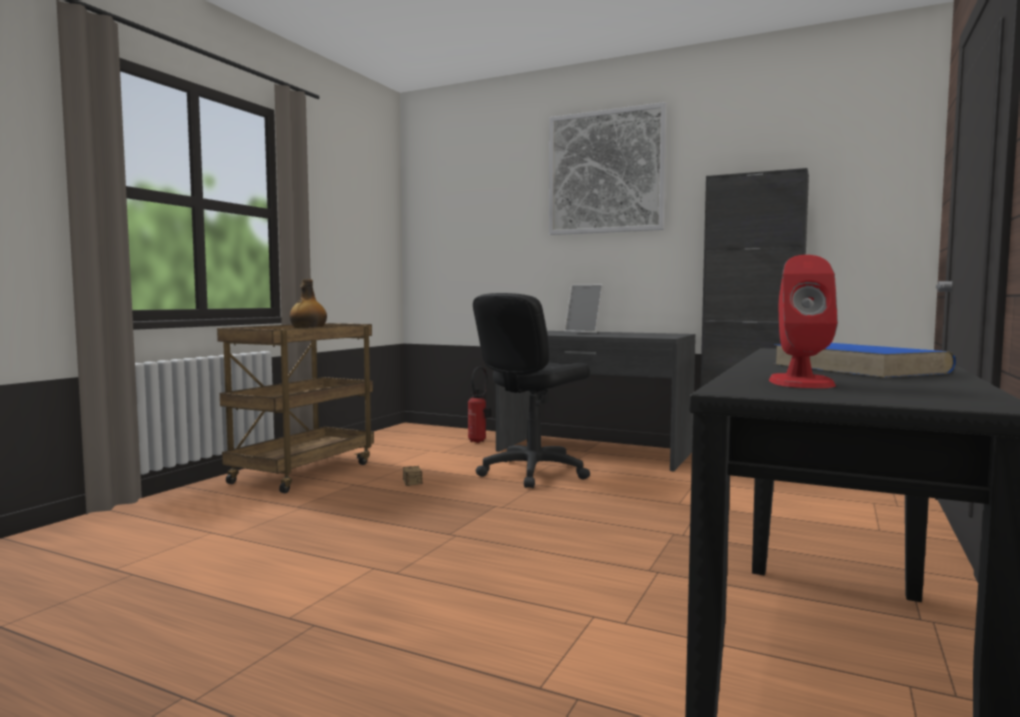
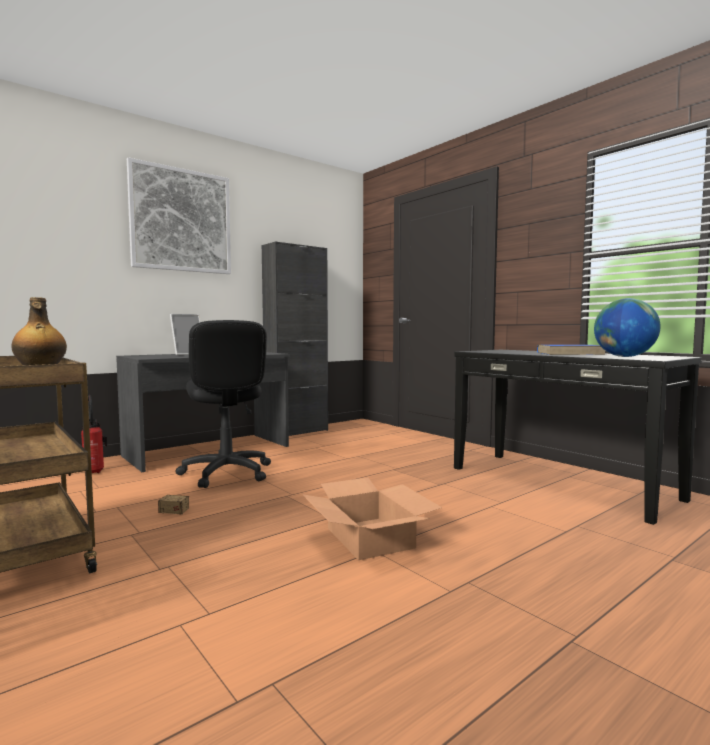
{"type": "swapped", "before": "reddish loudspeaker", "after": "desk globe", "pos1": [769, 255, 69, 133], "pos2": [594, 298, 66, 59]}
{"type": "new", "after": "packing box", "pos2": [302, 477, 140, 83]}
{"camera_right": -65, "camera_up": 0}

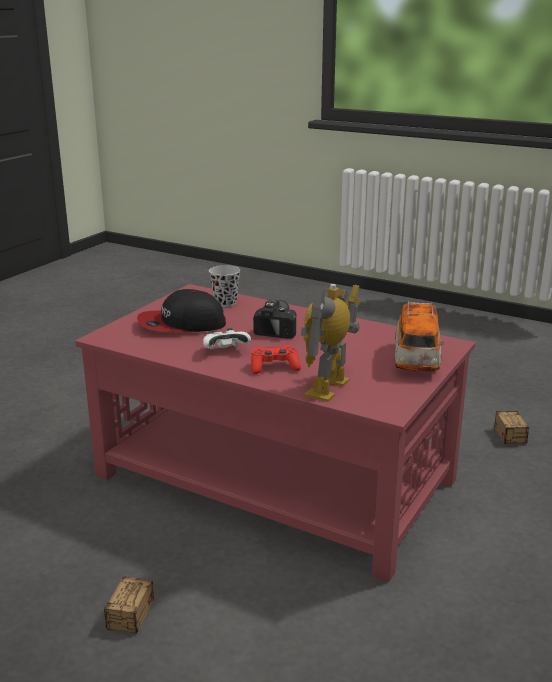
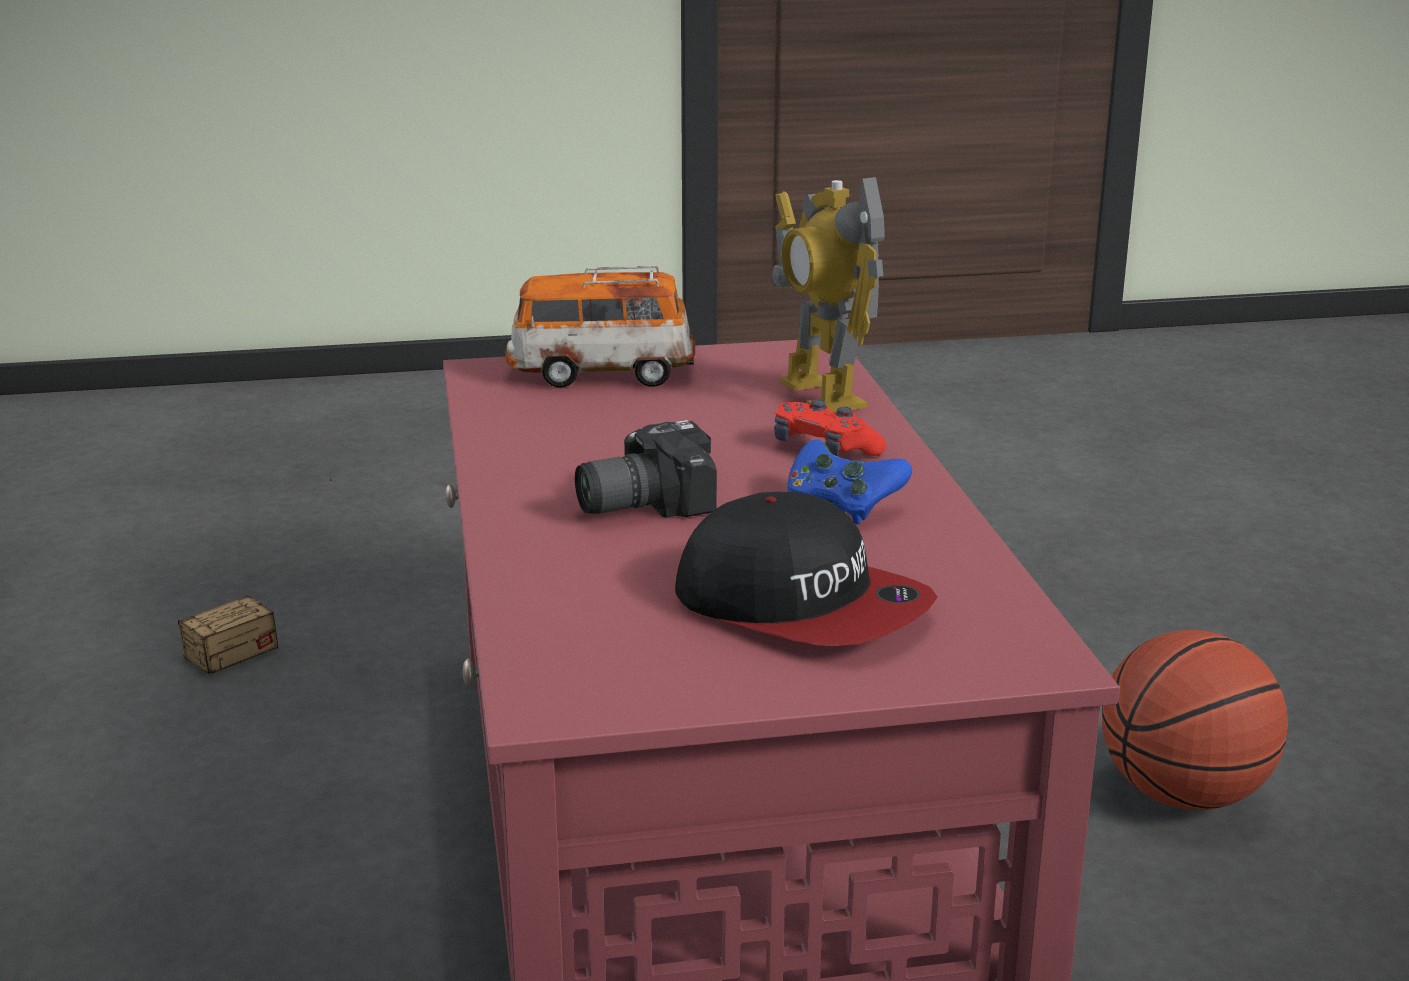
{"type": "swapped", "before": "storage box", "after": "basketball", "pos1": [104, 491, 50, 142], "pos2": [1102, 630, 186, 180]}
{"type": "repainted", "before": "white-coloured joypad", "after": "bluish joypad", "pos1": [203, 328, 48, 21], "pos2": [787, 440, 125, 84]}
{"type": "gone", "before": "blackish cup", "pos1": [209, 265, 32, 42]}
{"type": "rotated", "before": "robot figure", "pos1": [301, 284, 60, 118], "pos2": [772, 177, 113, 236], "turn": 75}
{"type": "rotated", "before": "toy car", "pos1": [395, 301, 49, 71], "pos2": [505, 265, 190, 122], "turn": -150}
{"camera_right": -130, "camera_up": 0}

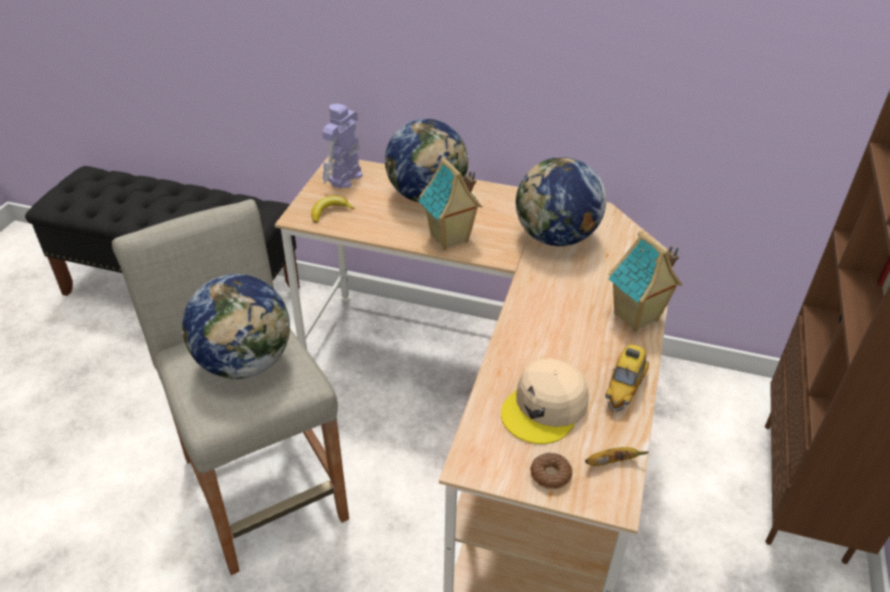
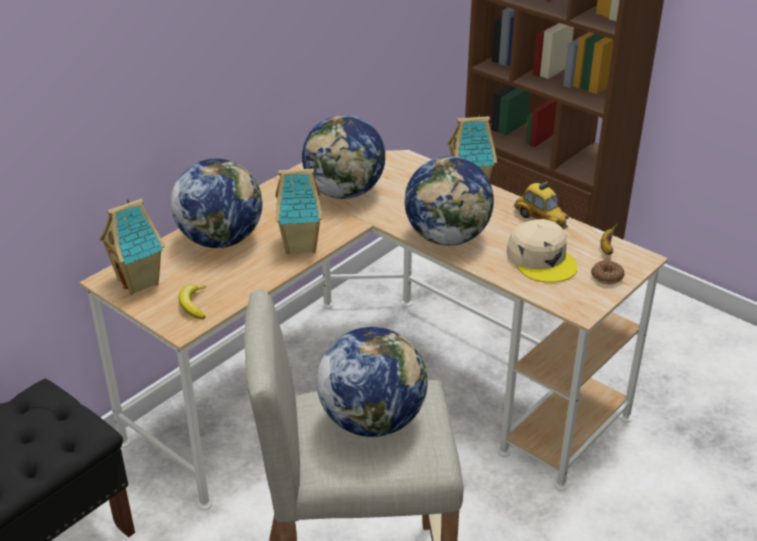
{"type": "swapped", "before": "robot figure", "after": "model house", "pos1": [322, 104, 41, 85], "pos2": [99, 199, 66, 96]}
{"type": "new", "after": "desk globe", "pos2": [405, 156, 89, 90]}
{"camera_right": -65, "camera_up": -5}

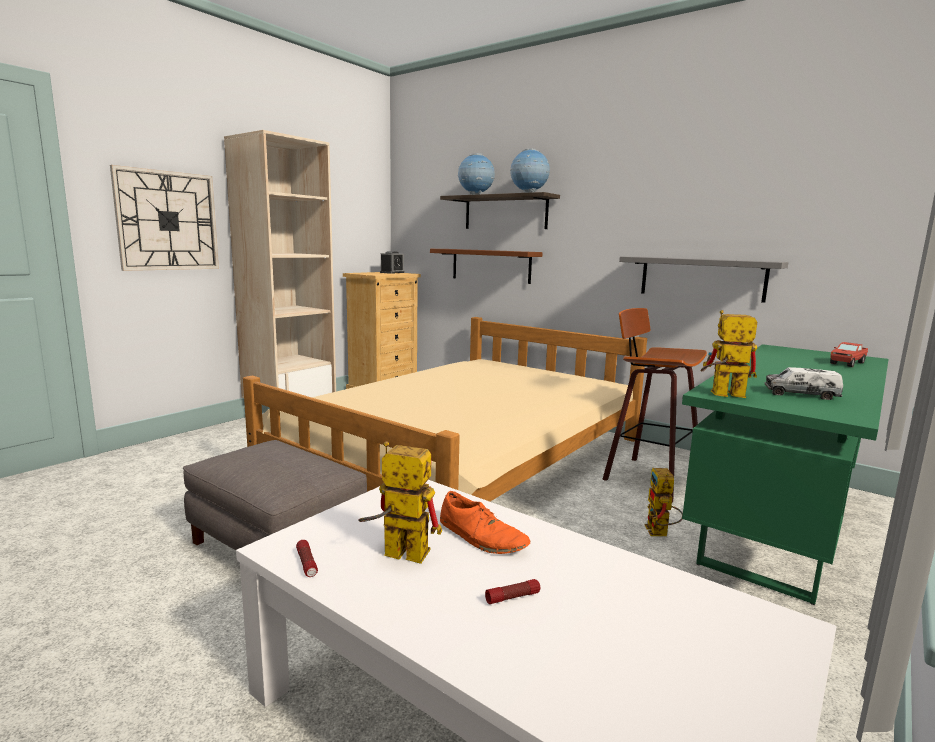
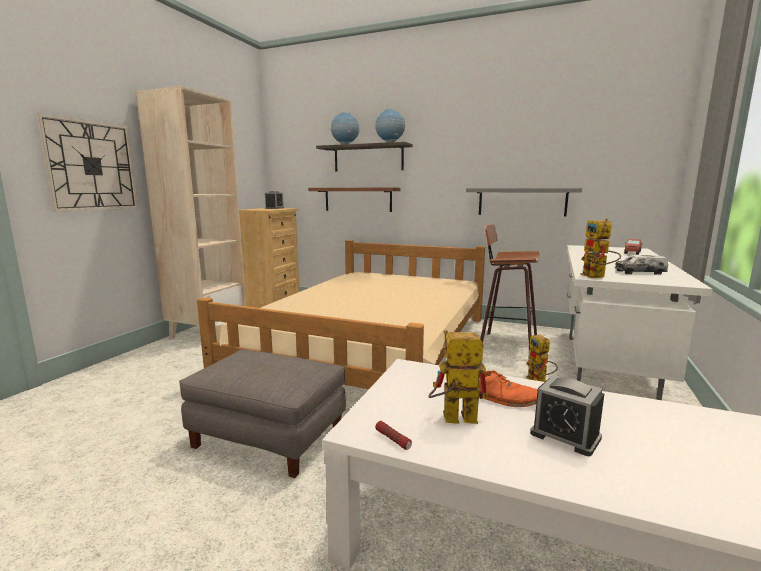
{"type": "swapped", "before": "flashlight", "after": "bedside clock", "pos1": [485, 579, 55, 25], "pos2": [530, 375, 74, 81]}
{"type": "repainted", "before": "green-coloured desk unit", "after": "white-coloured desk unit", "pos1": [682, 344, 207, 261], "pos2": [567, 245, 146, 155]}
{"type": "rotated", "before": "robot figure", "pos1": [700, 310, 57, 88], "pos2": [580, 218, 41, 60], "turn": -90}
{"camera_right": -15, "camera_up": 0}

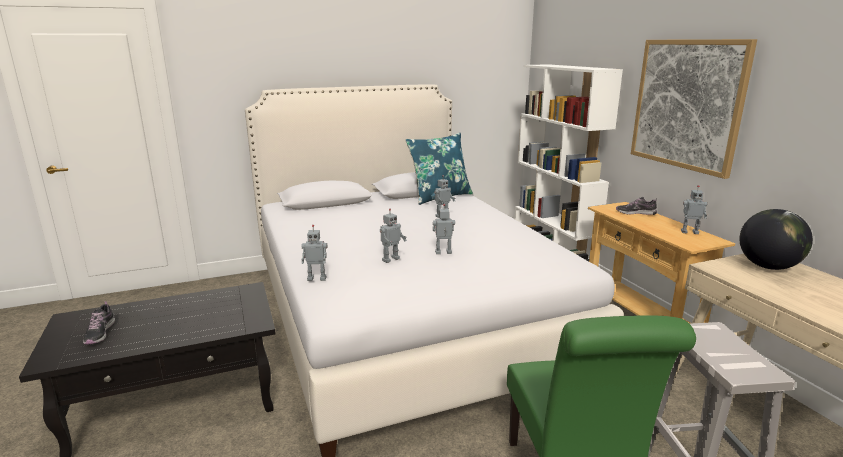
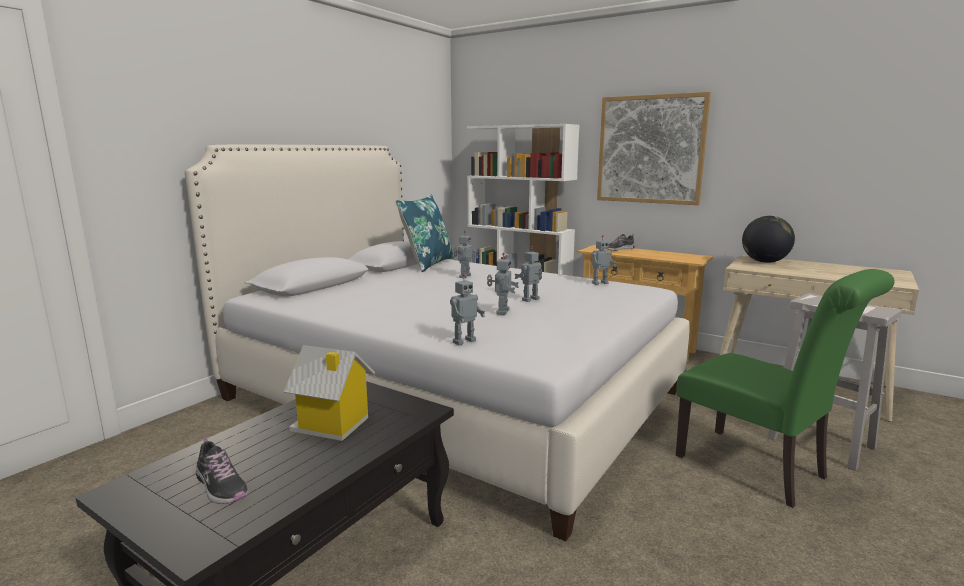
{"type": "shifted", "before": "robot figure", "pos1": [681, 185, 26, 49], "pos2": [591, 235, 25, 50]}
{"type": "new", "after": "model house", "pos2": [284, 345, 91, 96]}
{"camera_right": -35, "camera_up": -5}

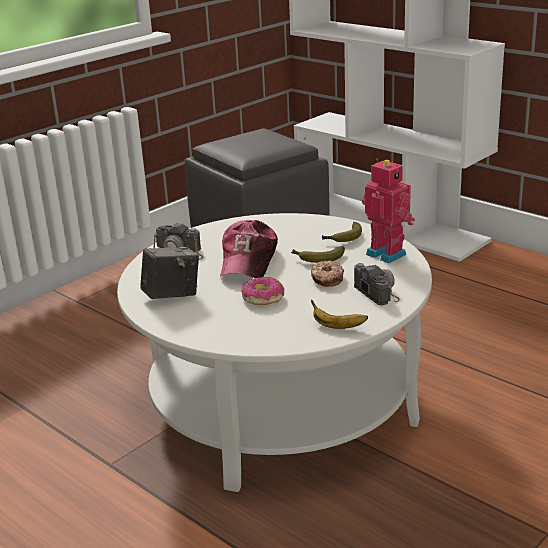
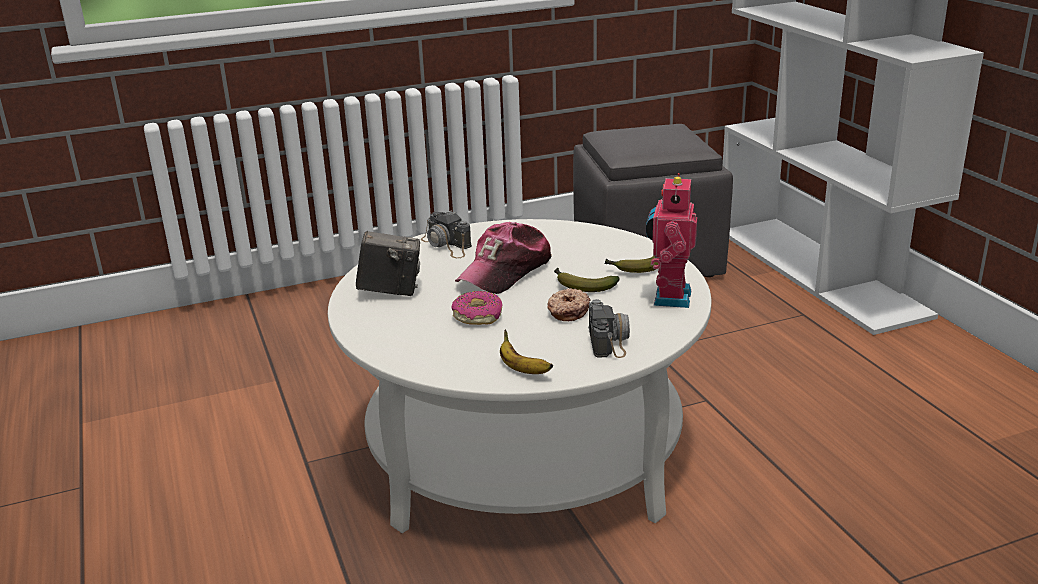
{"type": "rotated", "before": "robot figure", "pos1": [362, 159, 53, 104], "pos2": [646, 173, 51, 135], "turn": -150}
{"camera_right": 25, "camera_up": 0}

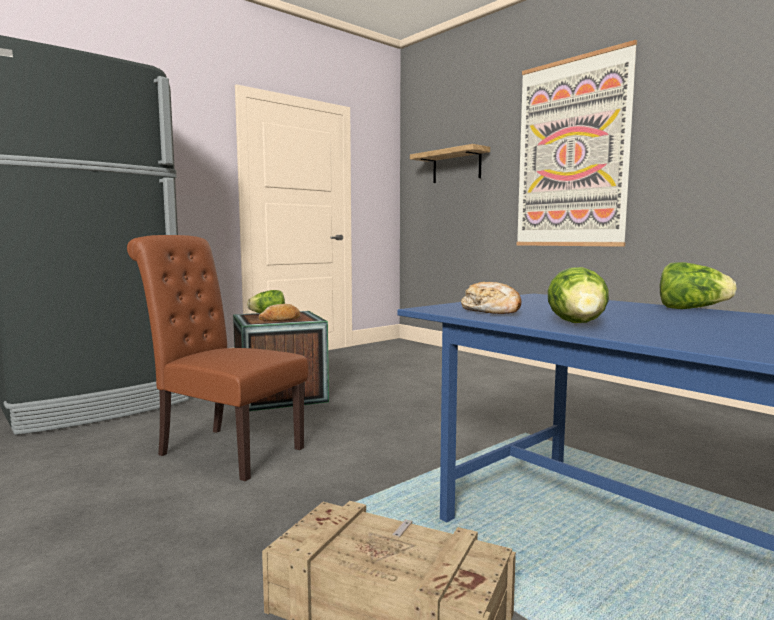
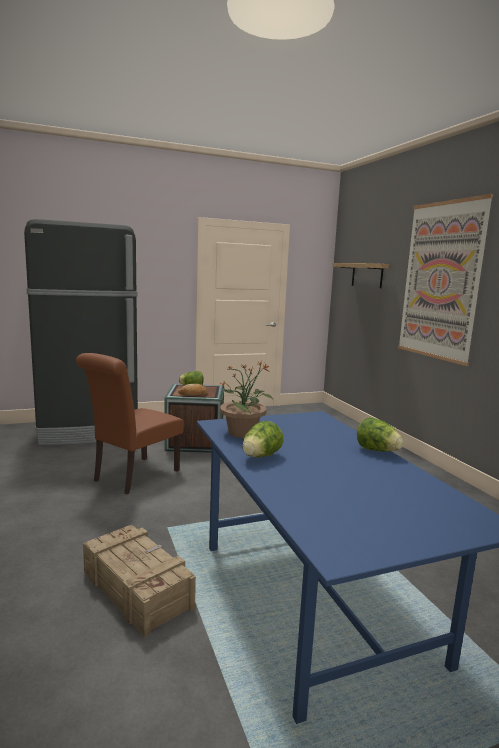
{"type": "rotated", "before": "brownish chair", "pos1": [127, 235, 181, 246], "pos2": [76, 353, 108, 141], "turn": -105}
{"type": "swapped", "before": "baked bread", "after": "houseplant", "pos1": [461, 282, 60, 32], "pos2": [220, 361, 53, 77]}
{"camera_right": 20, "camera_up": 5}

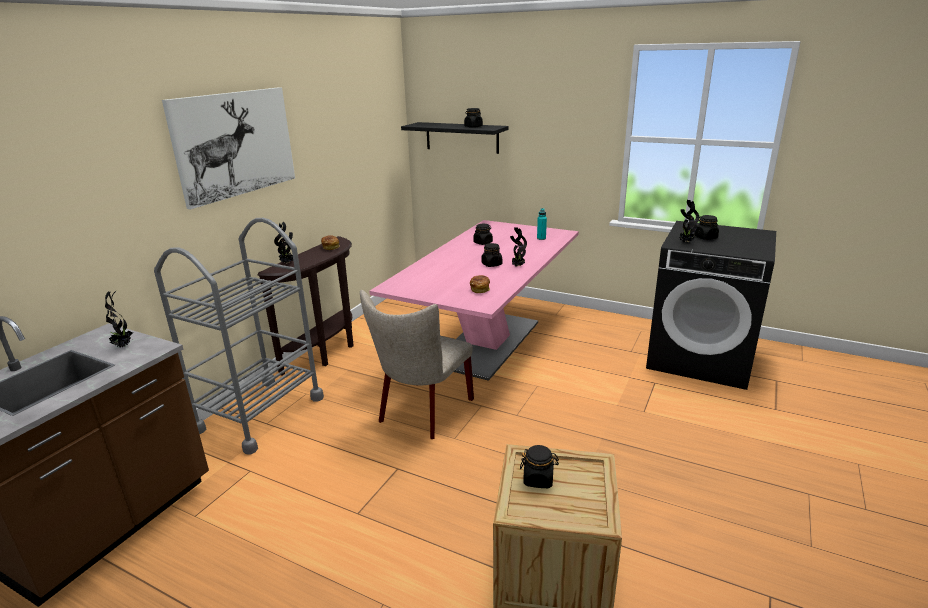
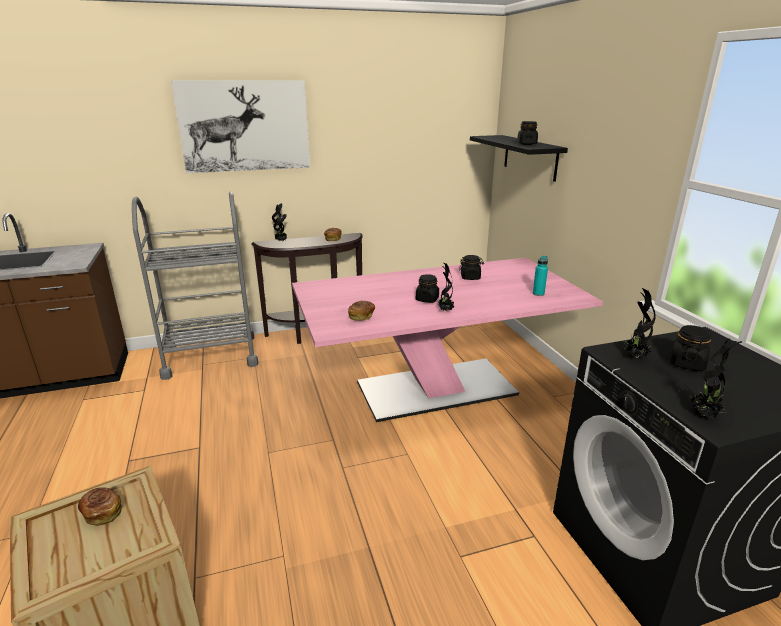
{"type": "shifted", "before": "houseplant", "pos1": [105, 291, 28, 56], "pos2": [691, 339, 51, 80]}
{"type": "gone", "before": "beige-coloured chair", "pos1": [360, 290, 114, 149]}
{"type": "swapped", "before": "blackish preserve jar", "after": "baked bread", "pos1": [520, 445, 39, 43], "pos2": [78, 487, 44, 39]}
{"camera_right": 45, "camera_up": 0}

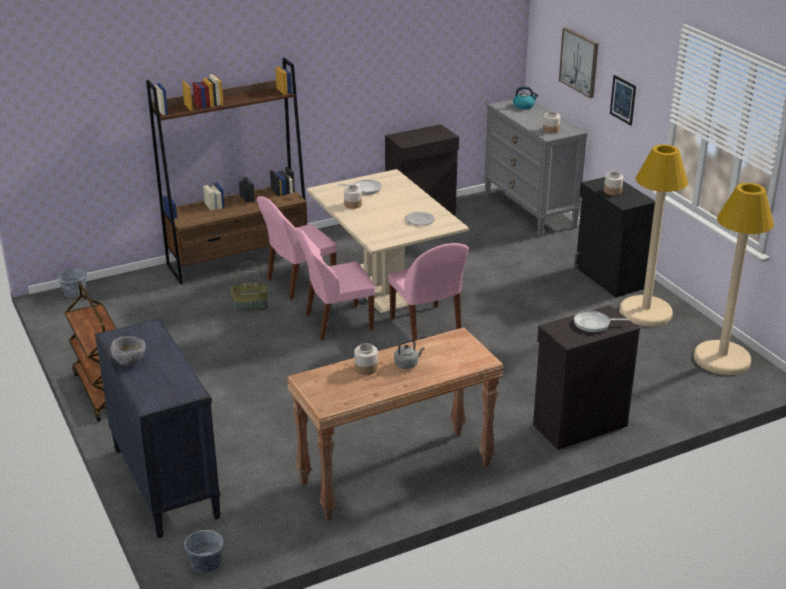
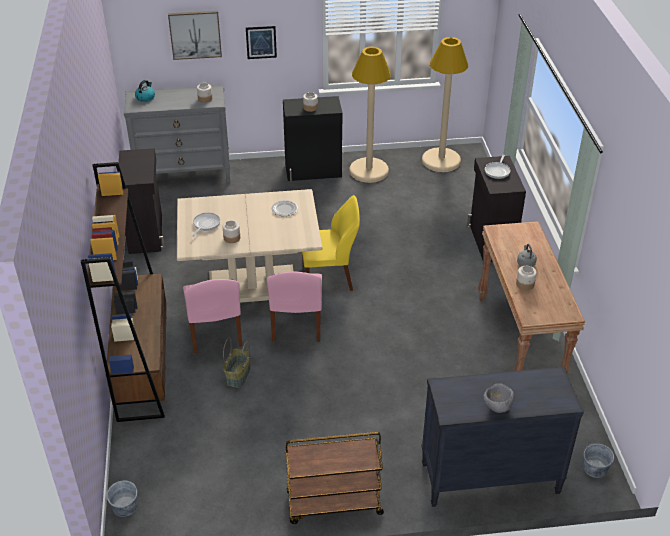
{"type": "repainted", "before": "pinkish chair", "after": "yellow-coloured chair", "pos1": [388, 243, 81, 98], "pos2": [302, 195, 58, 96]}
{"camera_right": -70, "camera_up": 10}

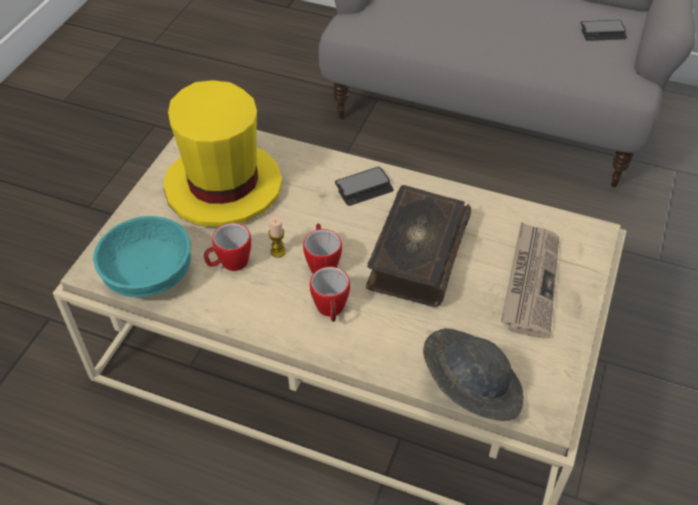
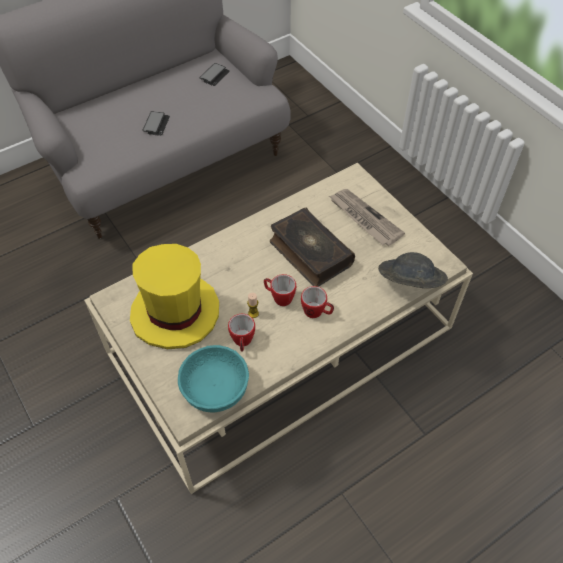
{"type": "shifted", "before": "handset", "pos1": [335, 167, 59, 39], "pos2": [142, 111, 28, 25]}
{"camera_right": -55, "camera_up": 5}

